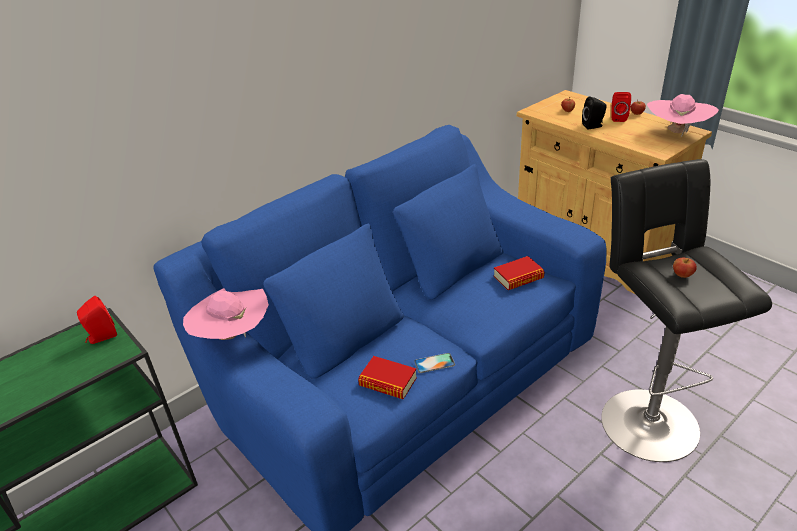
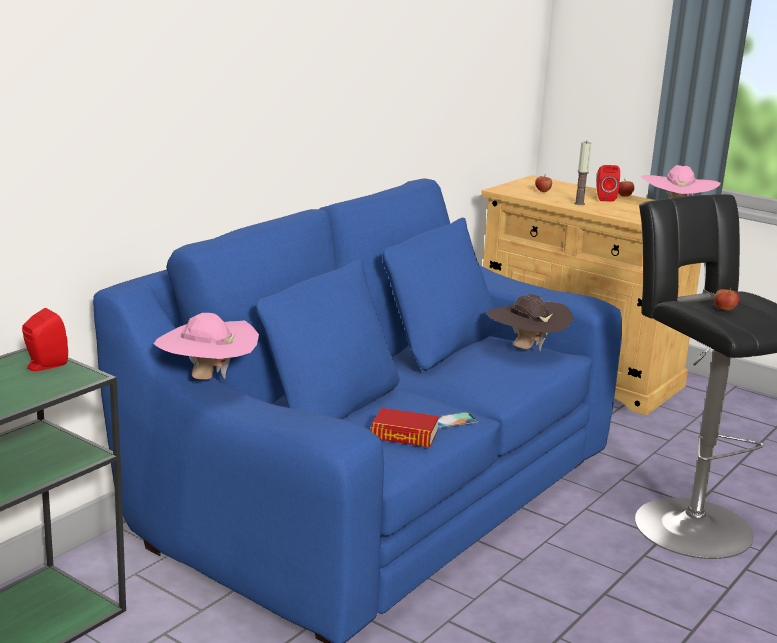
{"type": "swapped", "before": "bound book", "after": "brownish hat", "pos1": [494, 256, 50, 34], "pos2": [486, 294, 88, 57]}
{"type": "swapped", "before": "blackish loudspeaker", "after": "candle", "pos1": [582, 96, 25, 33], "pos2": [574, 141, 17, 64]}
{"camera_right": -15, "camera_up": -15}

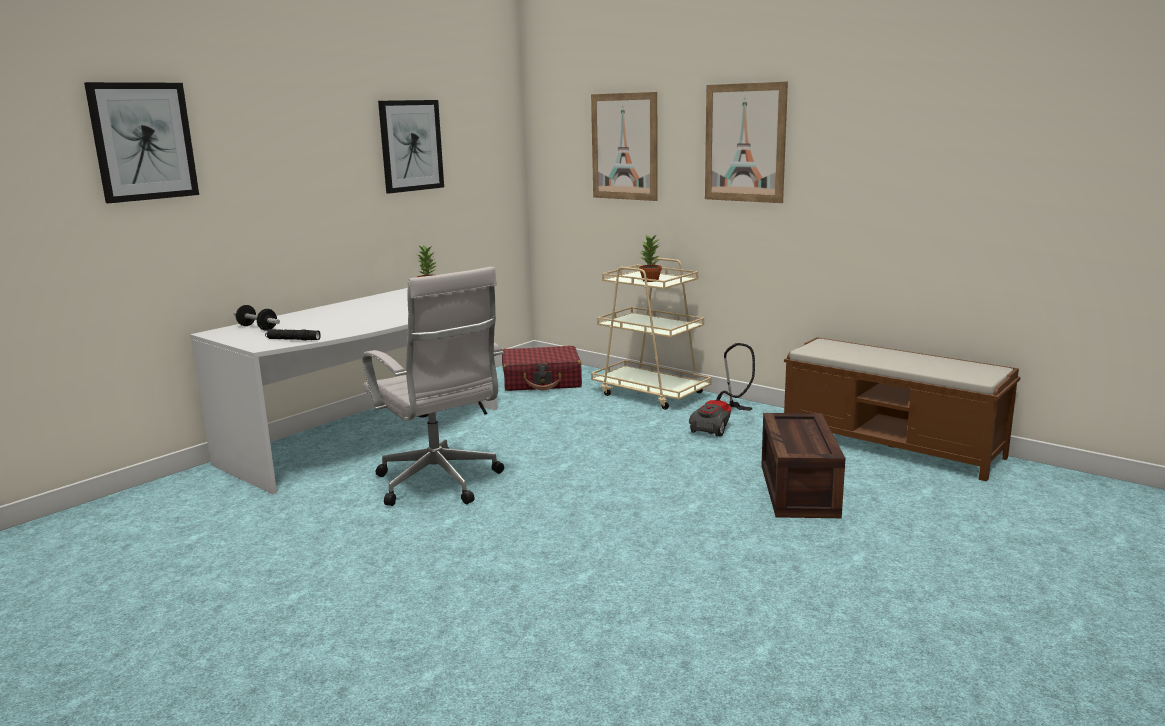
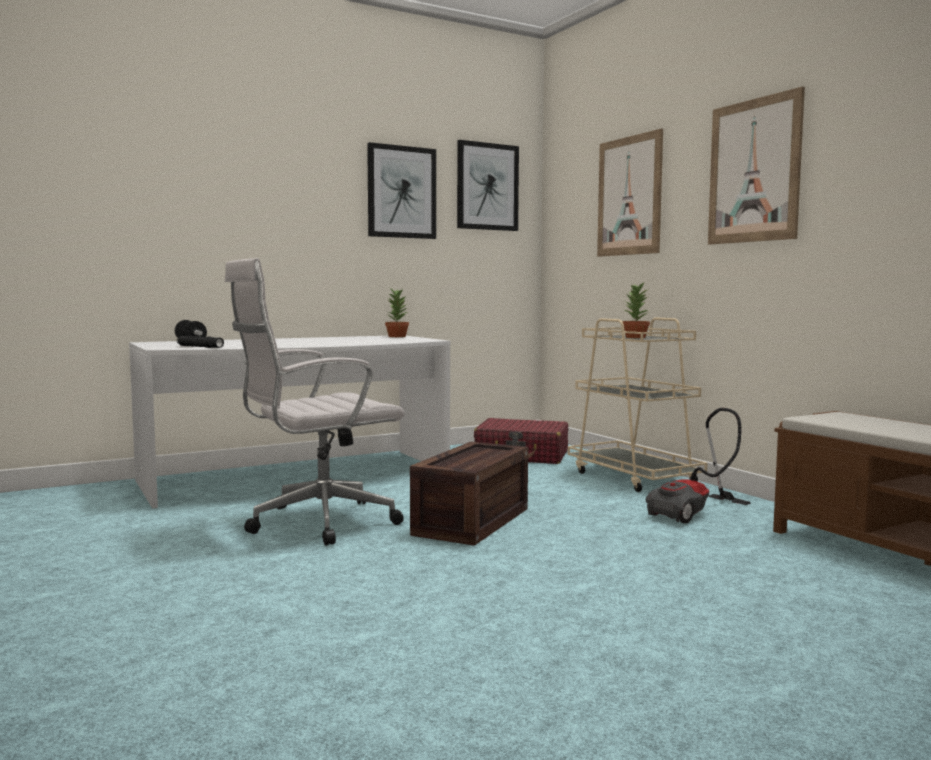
{"type": "shifted", "before": "picture", "pos1": [84, 82, 115, 121], "pos2": [457, 140, 62, 91]}
{"type": "rotated", "before": "white-coloured office chair", "pos1": [362, 267, 142, 239], "pos2": [225, 258, 180, 287], "turn": 75}
{"type": "shifted", "before": "shipping crate", "pos1": [761, 413, 85, 105], "pos2": [410, 442, 118, 104]}
{"camera_right": 20, "camera_up": -10}

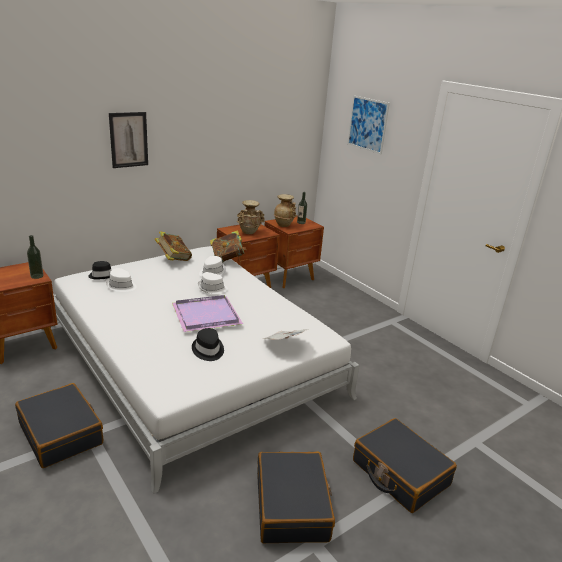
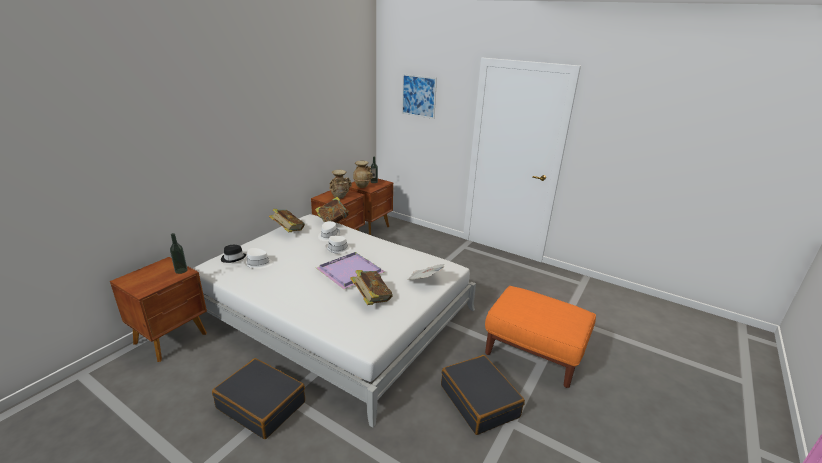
{"type": "gone", "before": "picture", "pos1": [109, 112, 39, 56]}
{"type": "swapped", "before": "blackish hat", "after": "bound book", "pos1": [192, 328, 32, 33], "pos2": [350, 270, 43, 35]}
{"type": "swapped", "before": "blackish travel case", "after": "orange-coloured pouffe", "pos1": [353, 418, 104, 95], "pos2": [485, 286, 111, 102]}
{"camera_right": -20, "camera_up": 0}

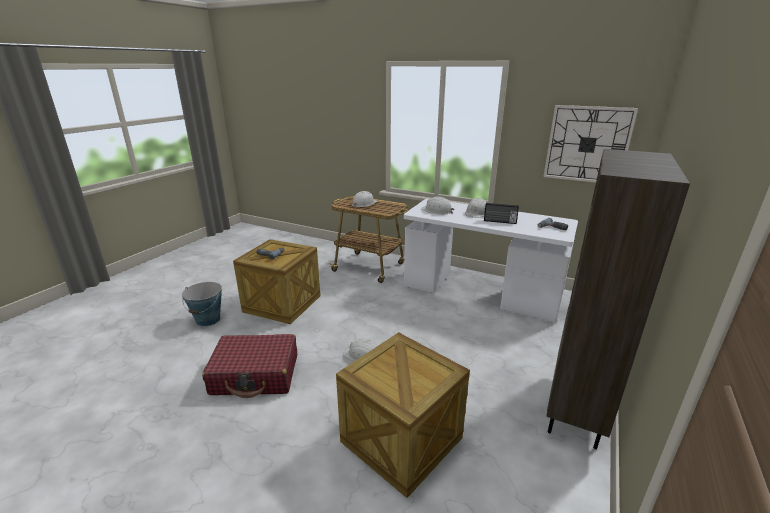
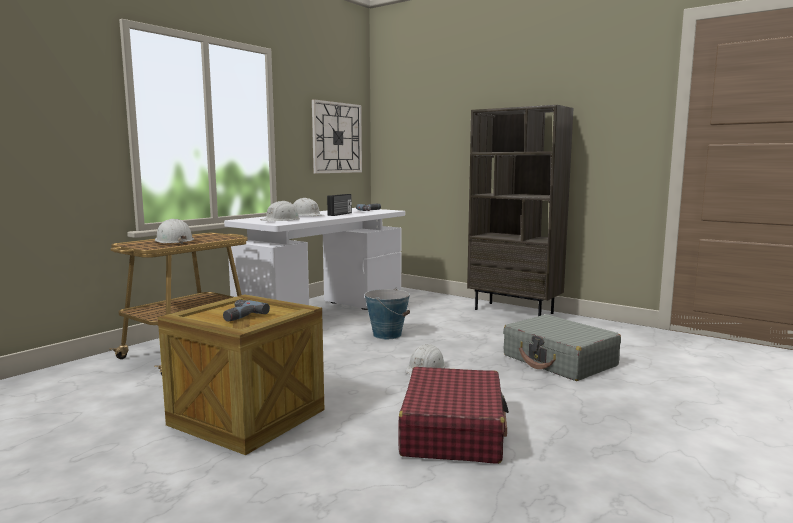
{"type": "shifted", "before": "pail", "pos1": [182, 282, 40, 45], "pos2": [365, 288, 45, 51]}
{"type": "swapped", "before": "shipping crate", "after": "greyish travel case", "pos1": [336, 332, 134, 166], "pos2": [503, 314, 118, 67]}
{"camera_right": -80, "camera_up": -15}

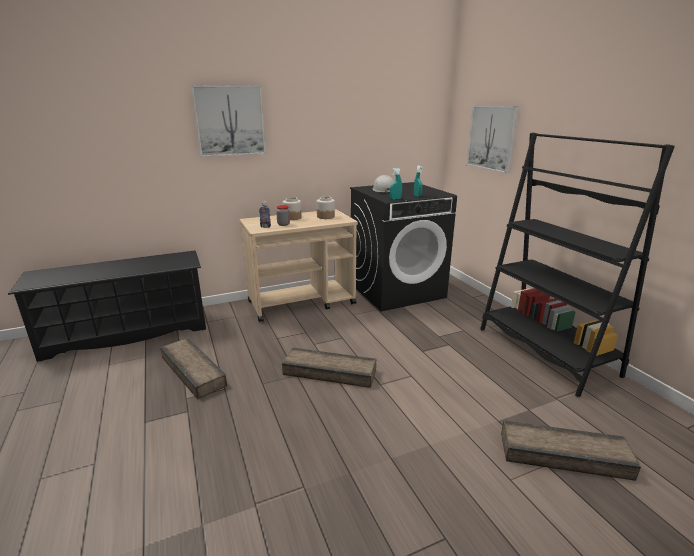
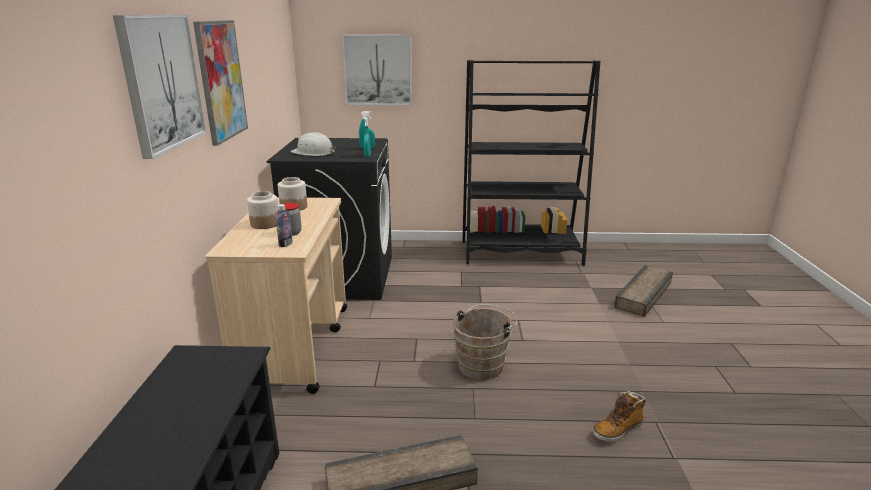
{"type": "swapped", "before": "shipping crate", "after": "brownish pail", "pos1": [282, 347, 95, 41], "pos2": [453, 304, 64, 76]}
{"type": "new", "after": "picture", "pos2": [193, 20, 55, 126]}
{"type": "new", "after": "high-top boot", "pos2": [593, 391, 53, 51]}
{"camera_right": -65, "camera_up": 0}

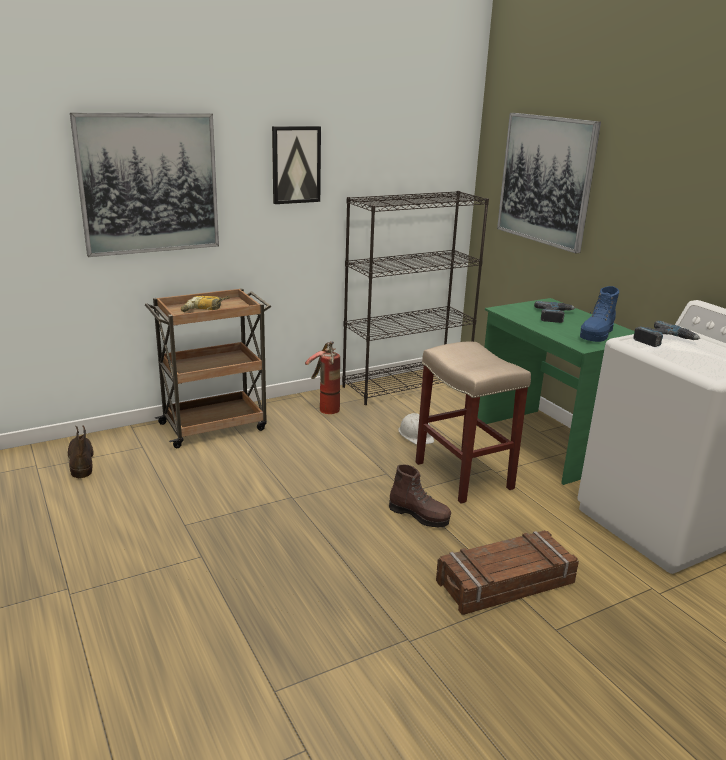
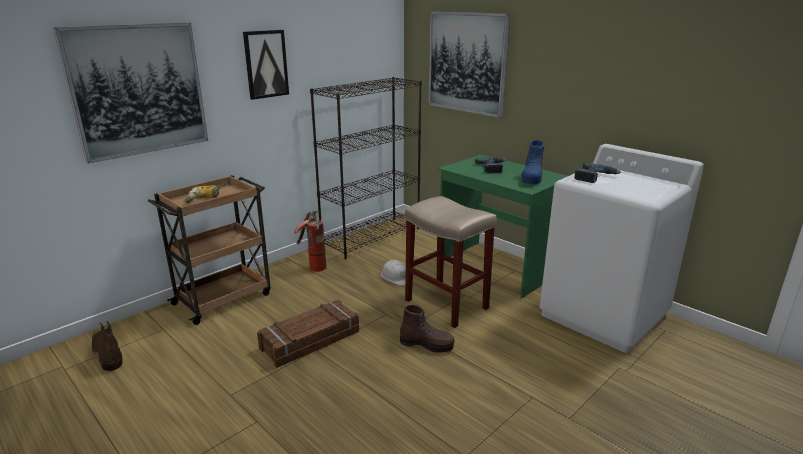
{"type": "shifted", "before": "shipping crate", "pos1": [436, 530, 143, 85], "pos2": [257, 300, 102, 68]}
{"camera_right": -15, "camera_up": 0}

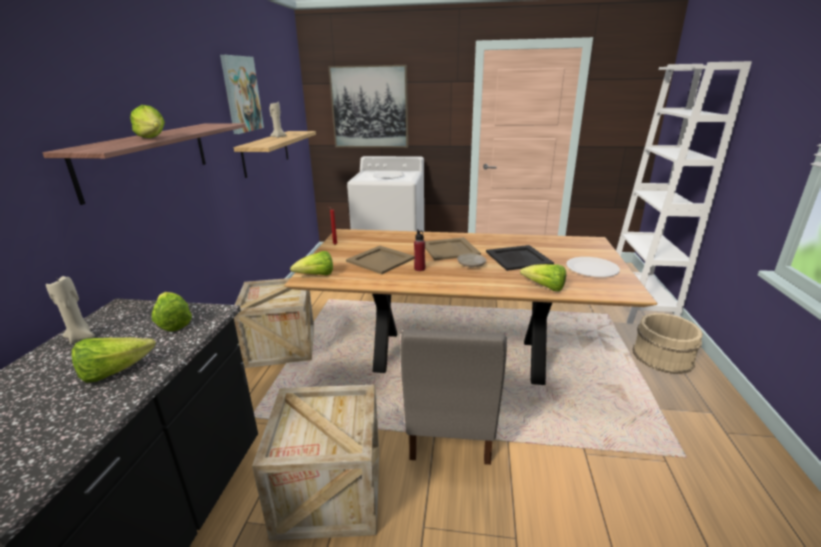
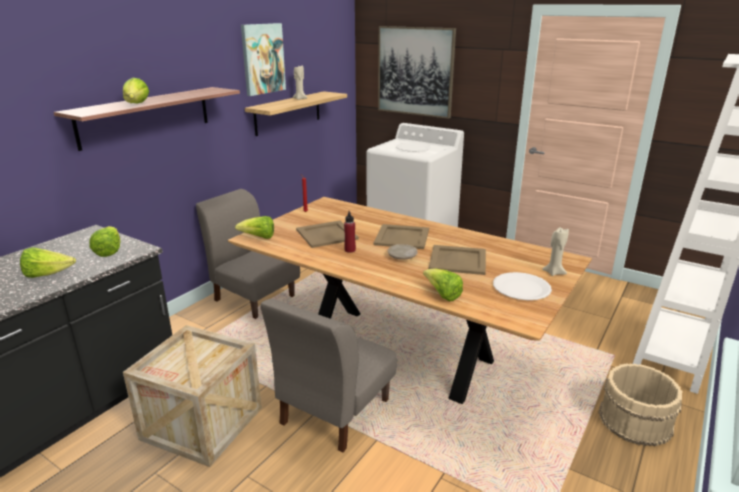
{"type": "shifted", "before": "beige-coloured candle", "pos1": [46, 276, 49, 68], "pos2": [542, 227, 27, 49]}
{"type": "swapped", "before": "shipping crate", "after": "greyish chair", "pos1": [234, 278, 80, 90], "pos2": [196, 189, 104, 130]}
{"type": "repainted", "before": "blackish serving tray", "after": "beige-coloured serving tray", "pos1": [486, 245, 68, 26], "pos2": [429, 245, 57, 30]}
{"camera_right": 25, "camera_up": 0}

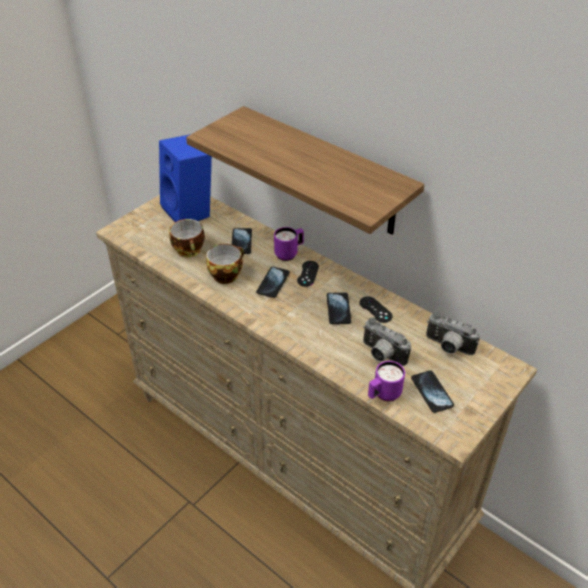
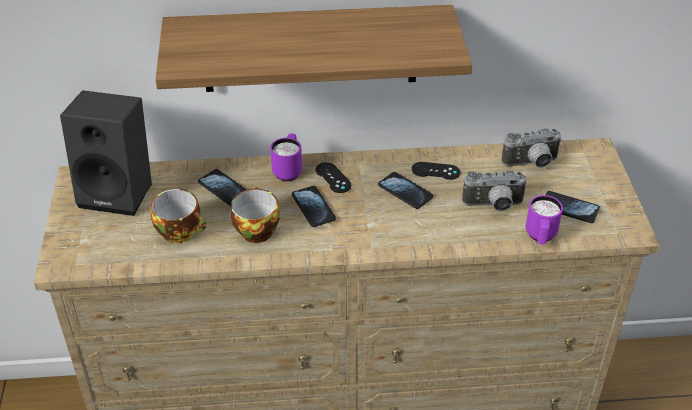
{"type": "repainted", "before": "bluish loudspeaker", "after": "blackish loudspeaker", "pos1": [159, 134, 53, 88], "pos2": [60, 90, 92, 126]}
{"camera_right": -45, "camera_up": 0}

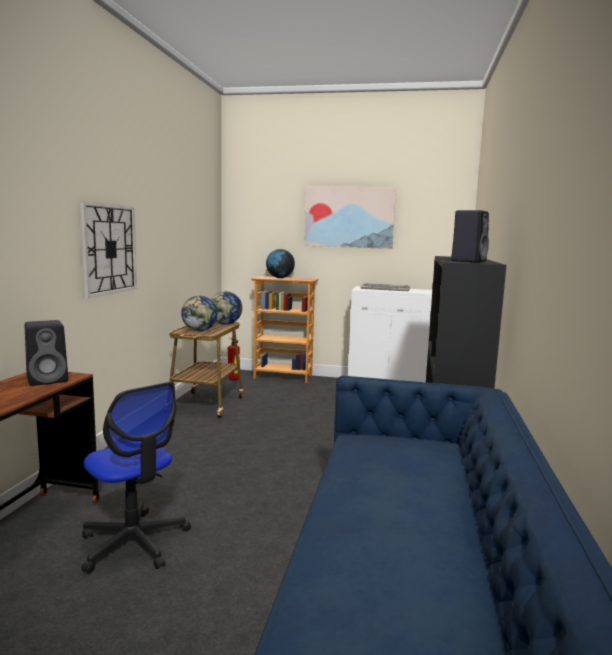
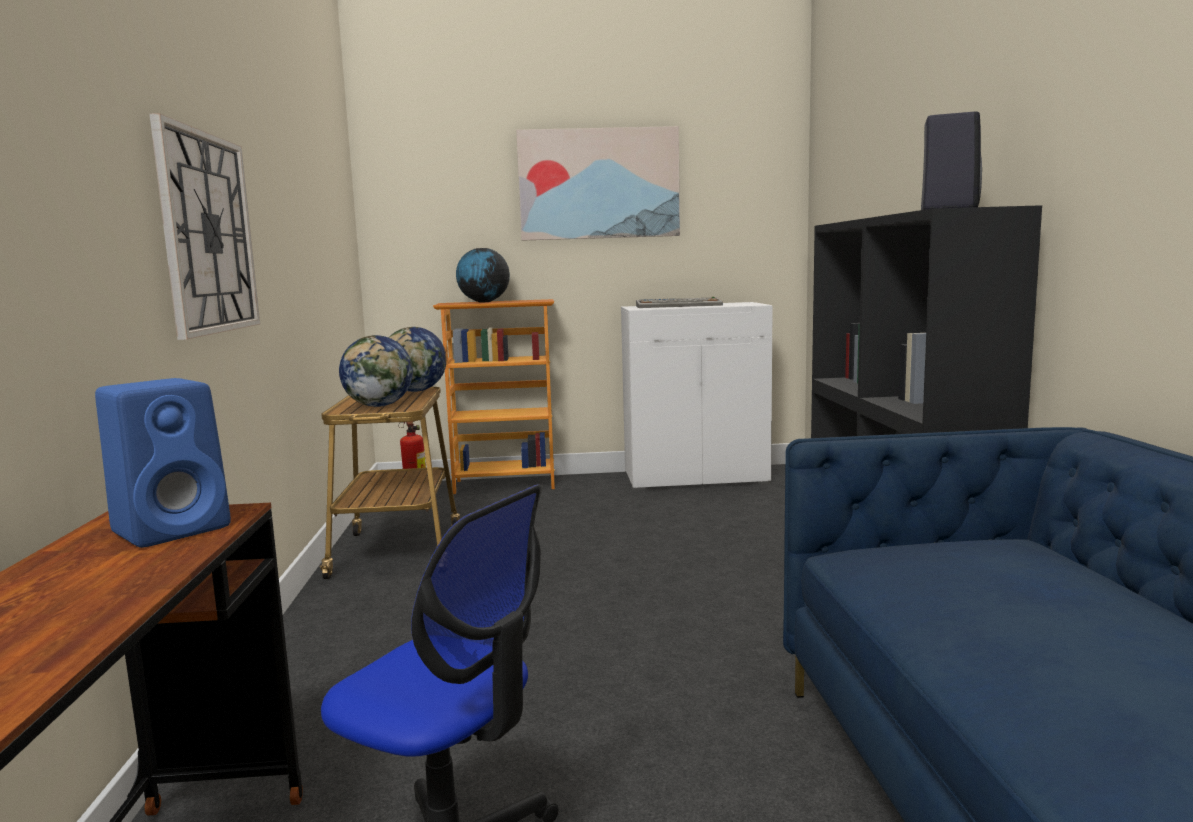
{"type": "repainted", "before": "blackish loudspeaker", "after": "bluish loudspeaker", "pos1": [25, 320, 43, 66], "pos2": [95, 378, 136, 170]}
{"camera_right": -15, "camera_up": 0}

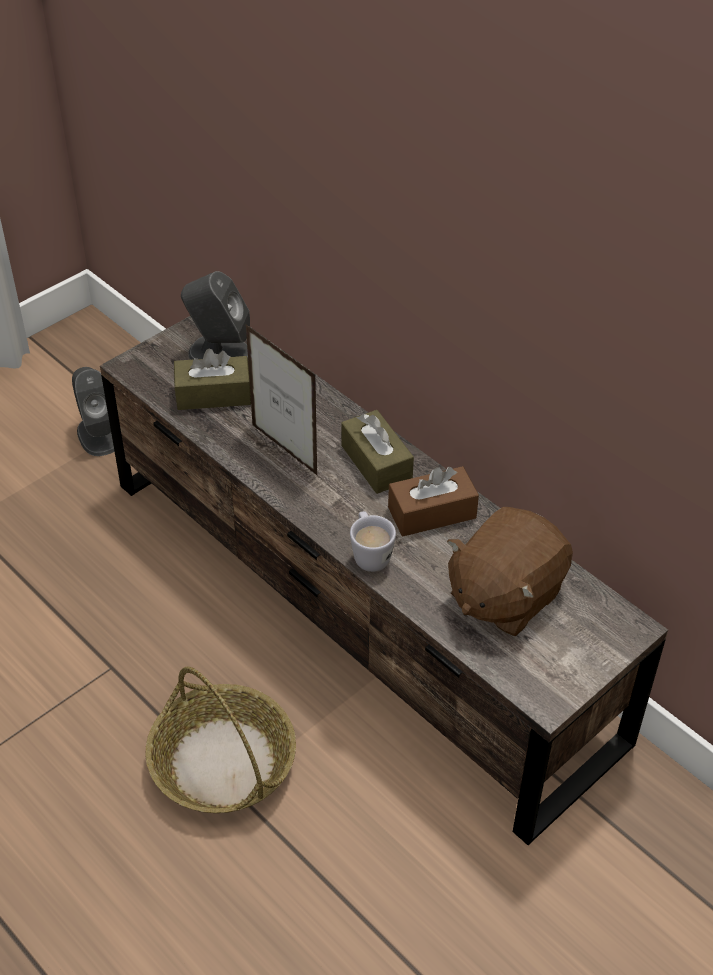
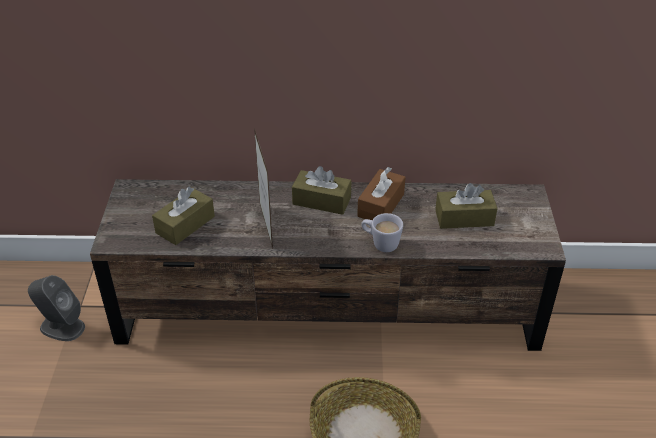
{"type": "gone", "before": "greyish loudspeaker", "pos1": [181, 271, 69, 89]}
{"type": "rotated", "before": "standing frame", "pos1": [246, 325, 72, 151], "pos2": [254, 128, 19, 121], "turn": -105}
{"type": "swapped", "before": "brownish plush toy", "after": "brownish box of tissues", "pos1": [447, 507, 126, 130], "pos2": [435, 183, 63, 46]}
{"camera_right": -45, "camera_up": -5}

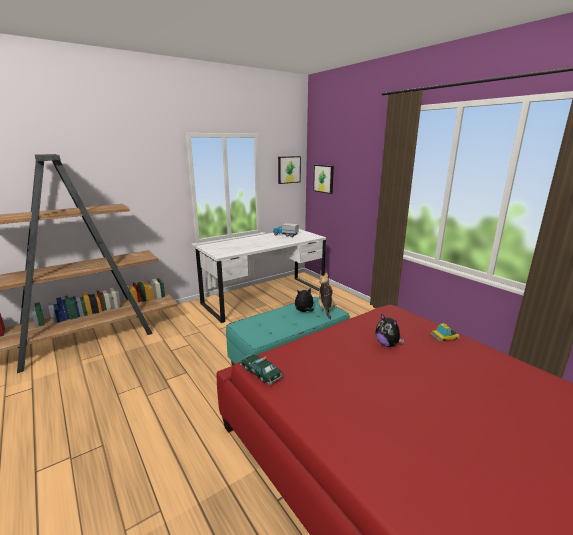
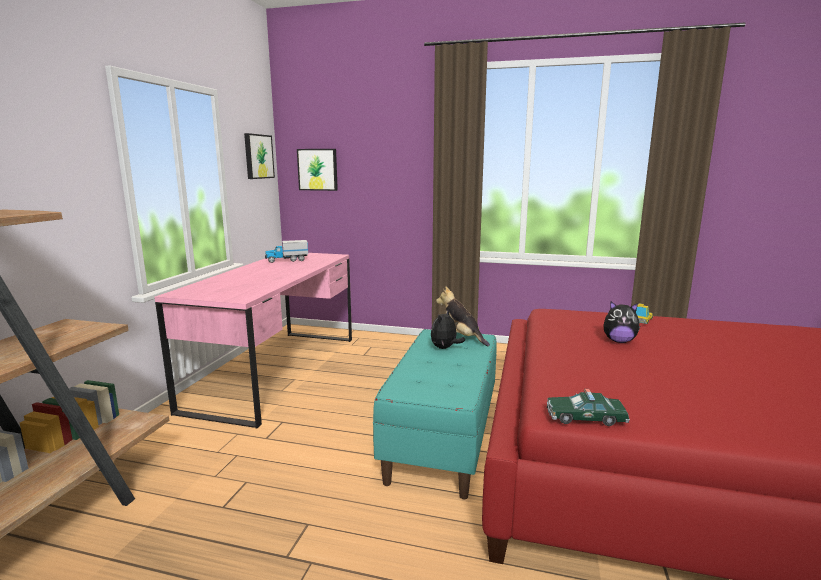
{"type": "repainted", "before": "white-coloured desk unit", "after": "pinkish desk unit", "pos1": [195, 229, 131, 94], "pos2": [154, 253, 198, 176]}
{"camera_right": -40, "camera_up": -5}

